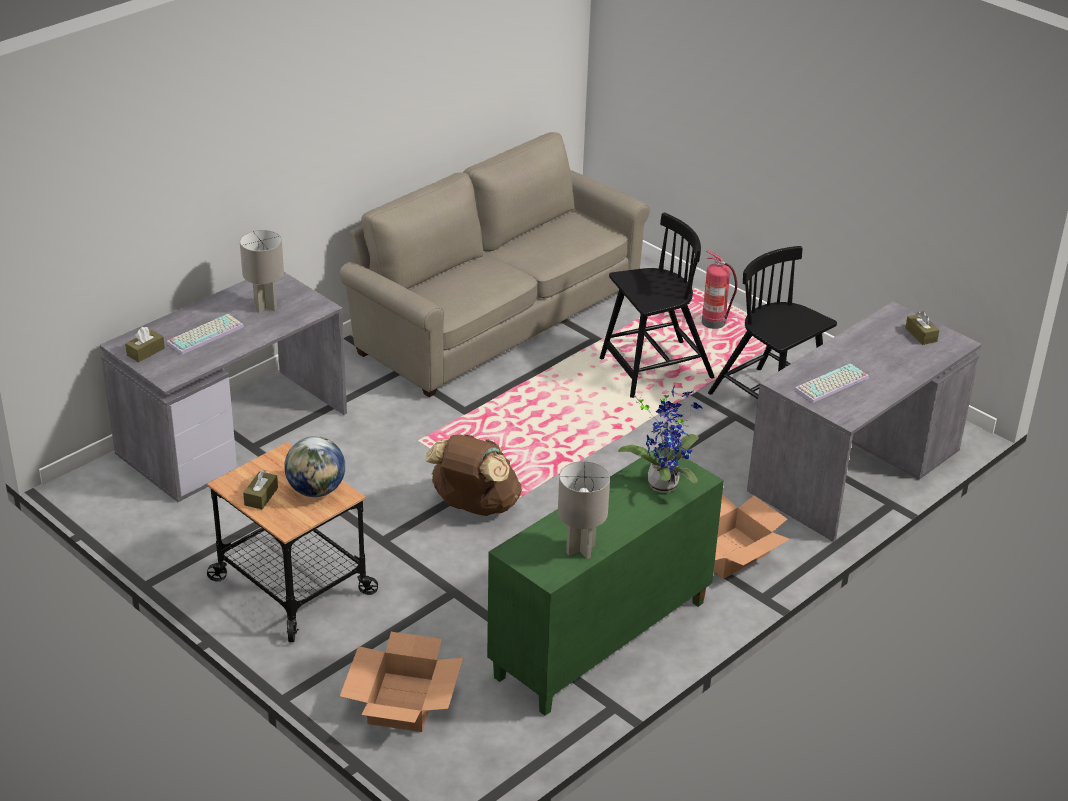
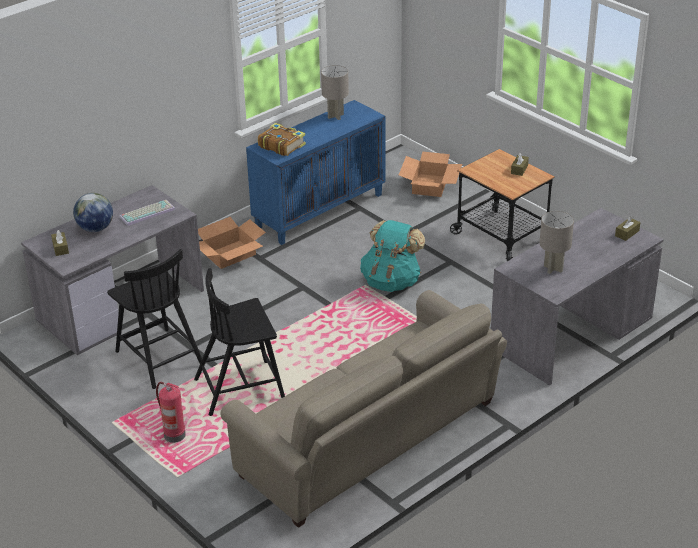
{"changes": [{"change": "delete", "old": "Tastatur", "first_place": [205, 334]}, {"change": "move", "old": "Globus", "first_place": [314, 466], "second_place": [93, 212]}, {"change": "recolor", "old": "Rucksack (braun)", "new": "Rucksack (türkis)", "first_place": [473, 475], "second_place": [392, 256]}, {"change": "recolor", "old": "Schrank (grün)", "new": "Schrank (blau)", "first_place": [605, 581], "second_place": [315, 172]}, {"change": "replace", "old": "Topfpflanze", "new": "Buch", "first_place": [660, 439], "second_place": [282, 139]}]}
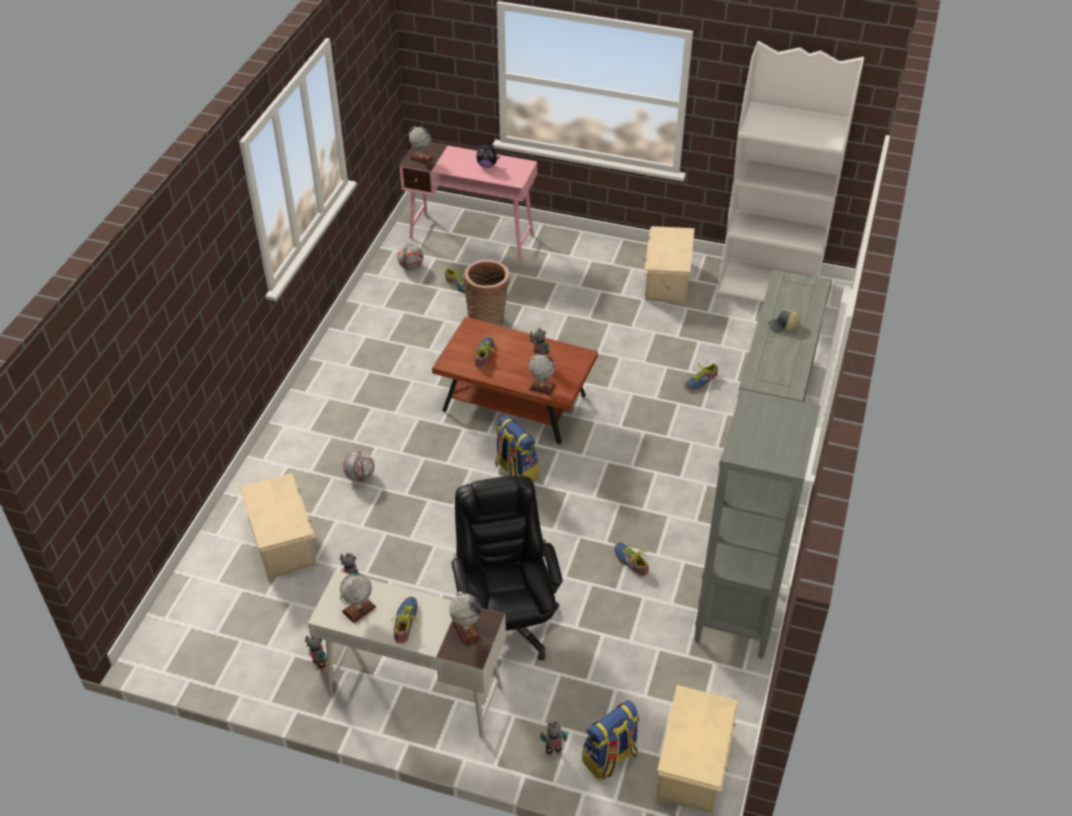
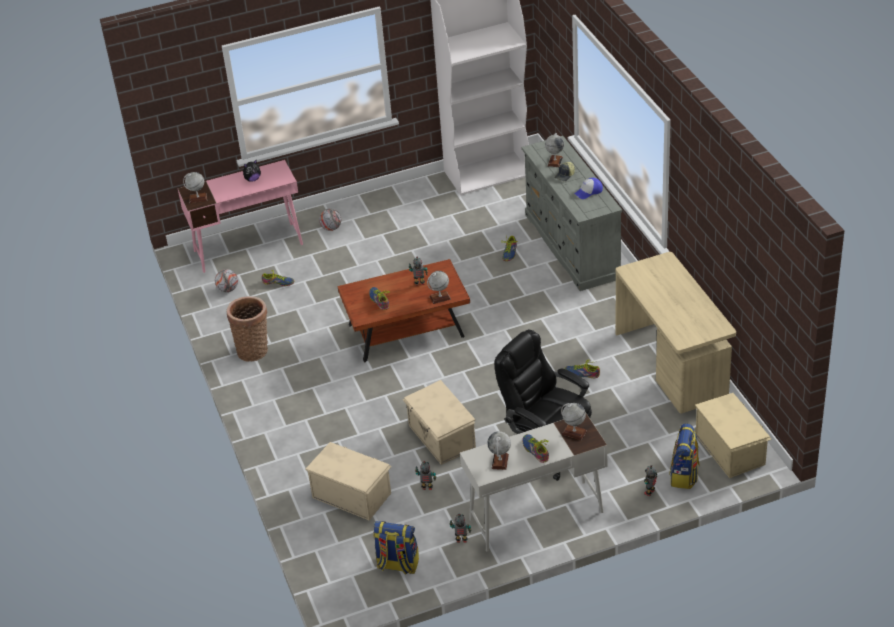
{"changes": [{"change": "move", "old": "Fußball", "first_place": [358, 466], "second_place": [330, 220]}, {"change": "move", "old": "Korb", "first_place": [487, 293], "second_place": [247, 328]}, {"change": "move", "old": "Rucksack", "first_place": [516, 448], "second_place": [396, 548]}, {"change": "move", "old": "Aufbewahrungsbox (beige)", "first_place": [669, 265], "second_place": [439, 422]}, {"change": "replace", "old": "Bücherregal (grau)", "new": "Schreibtisch (beige)", "first_place": [757, 524], "second_place": [676, 333]}, {"change": "insert", "new": "Globus", "second_place": [554, 150]}, {"change": "insert", "new": "Kappe", "second_place": [588, 188]}]}
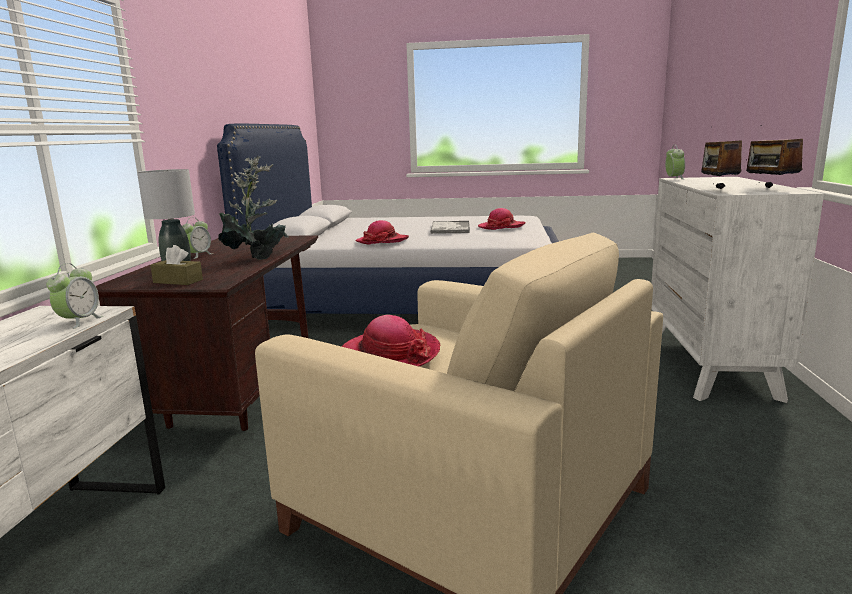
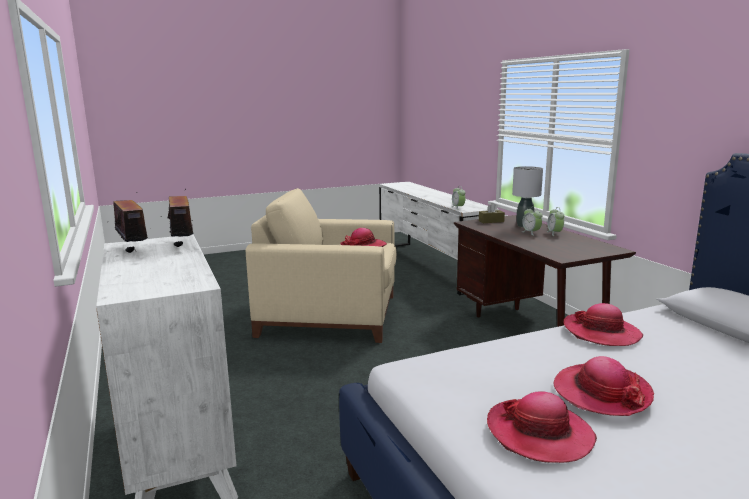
{"changes": [{"change": "delete", "old": "Topfpflanze", "first_place": [253, 208]}, {"change": "replace", "old": "Tablett", "new": "Hut", "first_place": [450, 227], "second_place": [604, 386]}, {"change": "move", "old": "Wecker", "first_place": [675, 162], "second_place": [532, 221]}]}
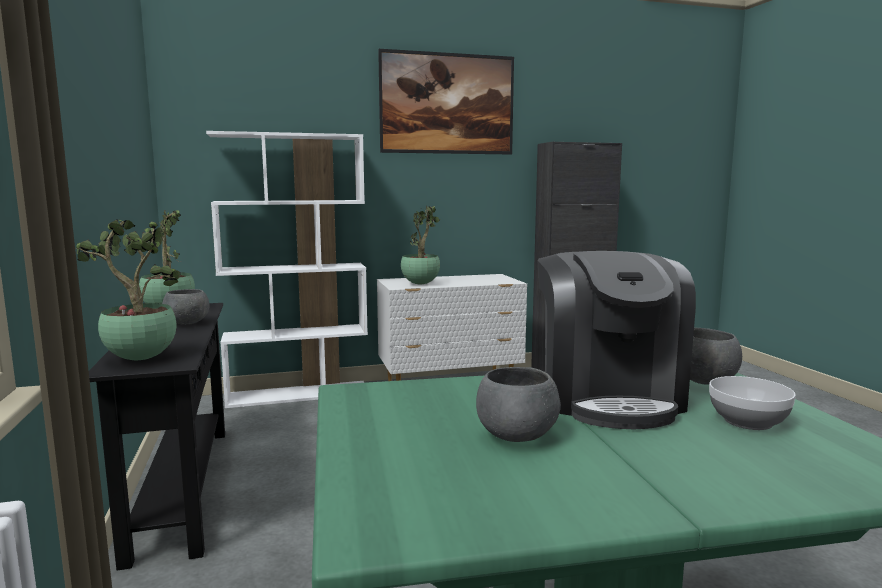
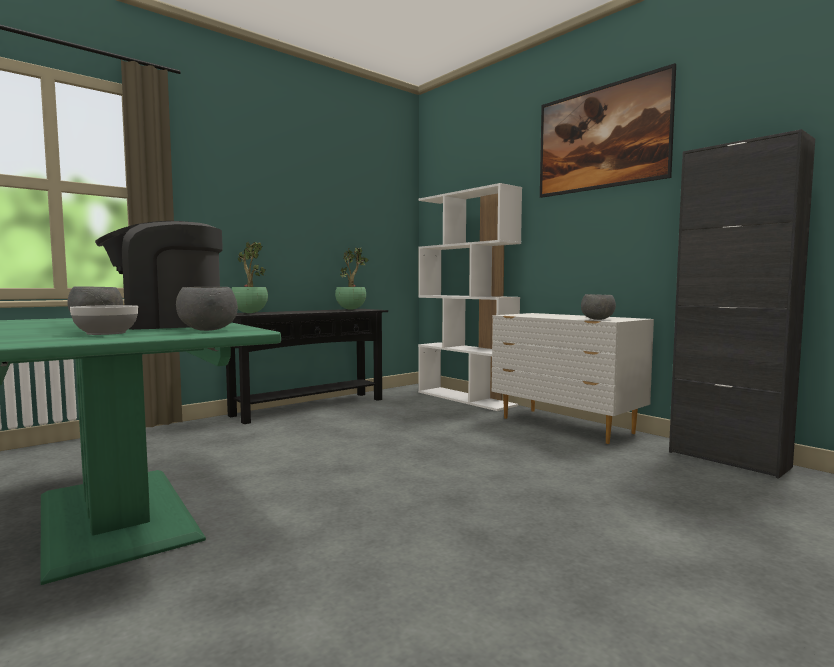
{"changes": [{"change": "move", "old": "Schüssel (grau)", "first_place": [185, 306], "second_place": [598, 307]}, {"change": "delete", "old": "Topfpflanze", "first_place": [420, 245]}]}
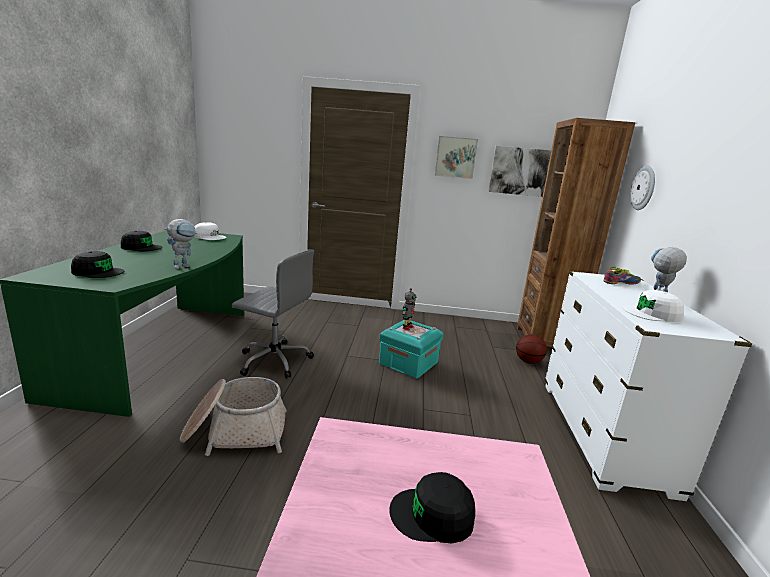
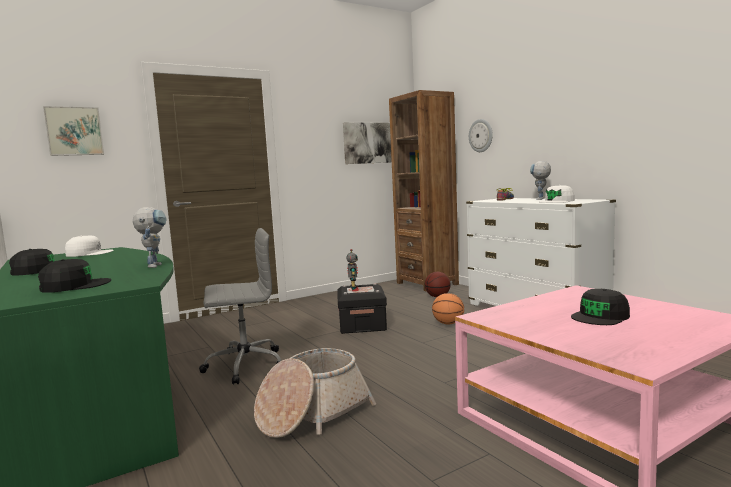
{"changes": [{"change": "recolor", "old": "Aufbewahrungsbox (türkis)", "new": "Aufbewahrungsbox (schwarz)", "first_place": [411, 348], "second_place": [362, 308]}, {"change": "move", "old": "Bild", "first_place": [456, 157], "second_place": [73, 131]}, {"change": "insert", "new": "Basketball", "second_place": [448, 309]}]}
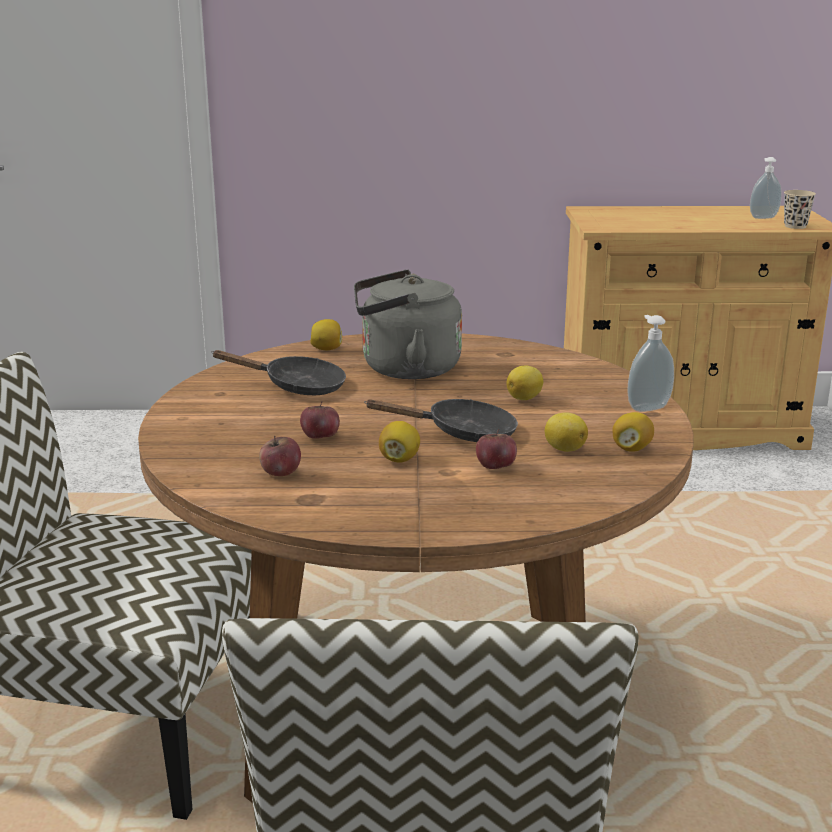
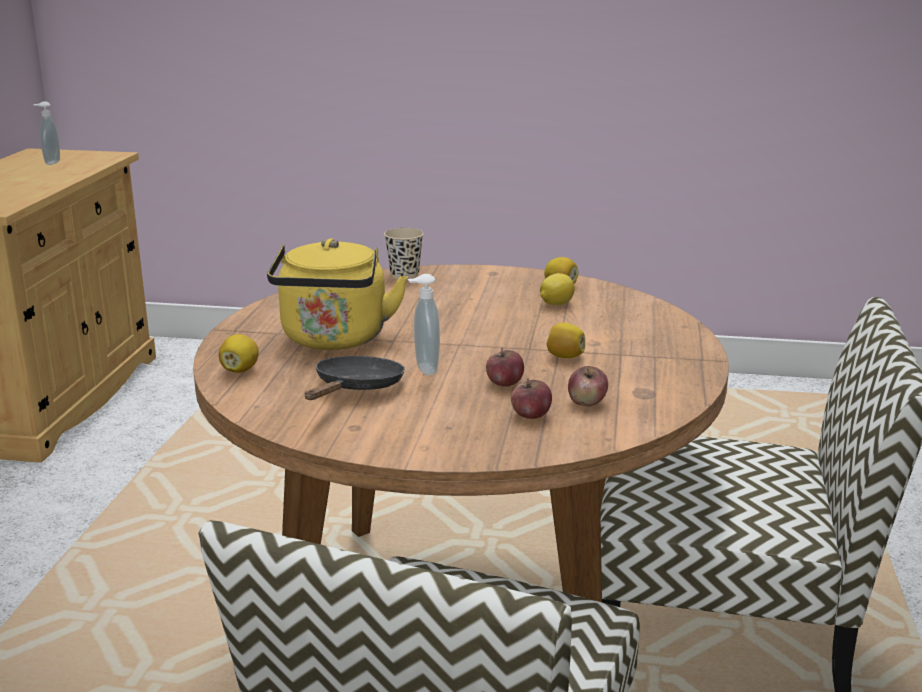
{"changes": [{"change": "recolor", "old": "Wasserkessel (grau)", "new": "Wasserkessel (gelb)", "first_place": [408, 324], "second_place": [337, 294]}, {"change": "delete", "old": "Pfanne (schwarz)", "first_place": [441, 420]}, {"change": "move", "old": "Apfel", "first_place": [496, 449], "second_place": [531, 398]}, {"change": "delete", "old": "Zitrone", "first_place": [525, 383]}, {"change": "move", "old": "Seifenspender", "first_place": [650, 363], "second_place": [424, 324]}, {"change": "move", "old": "Tasse (beige)", "first_place": [800, 209], "second_place": [404, 253]}]}
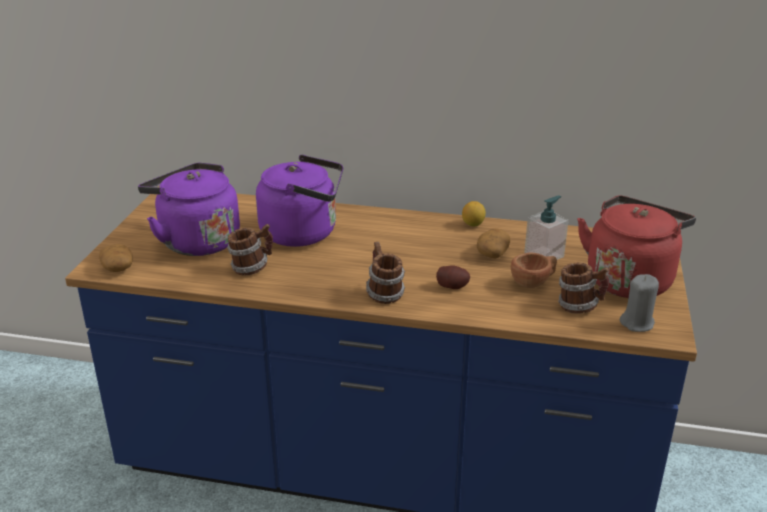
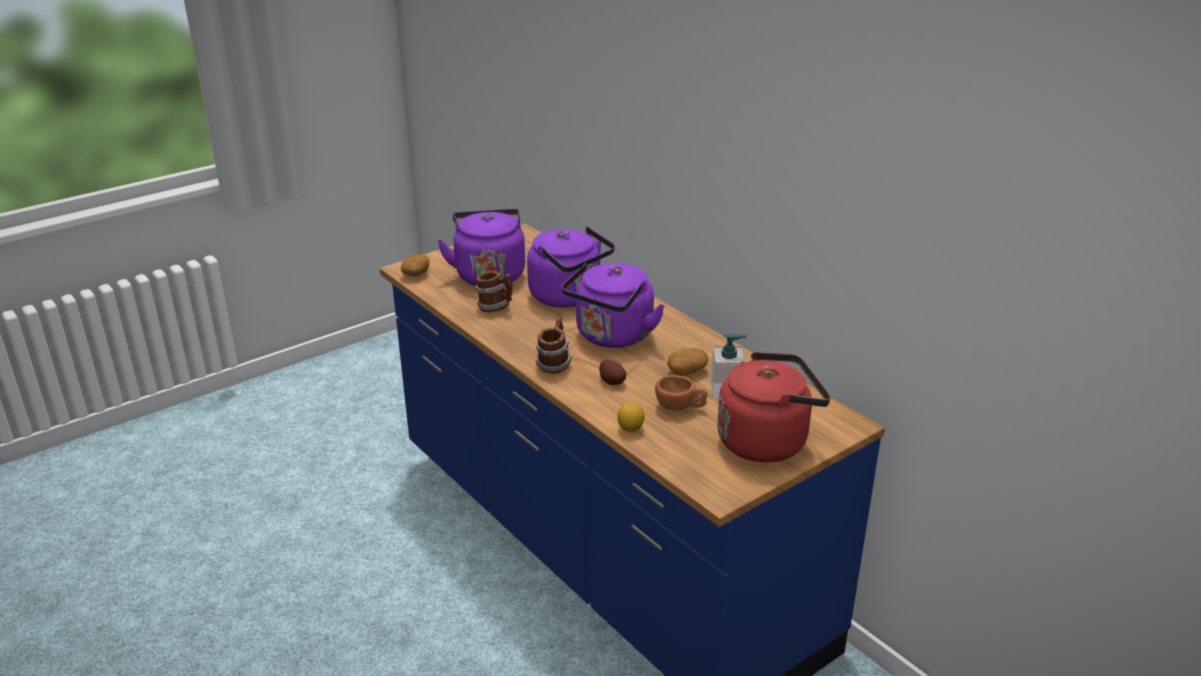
{"changes": [{"change": "move", "old": "Zitrone", "first_place": [474, 214], "second_place": [631, 417]}, {"change": "delete", "old": "Henkelbecher", "first_place": [583, 288]}, {"change": "delete", "old": "Kerze (grau)", "first_place": [639, 303]}, {"change": "insert", "new": "Wasserkessel (lila)", "second_place": [613, 305]}]}
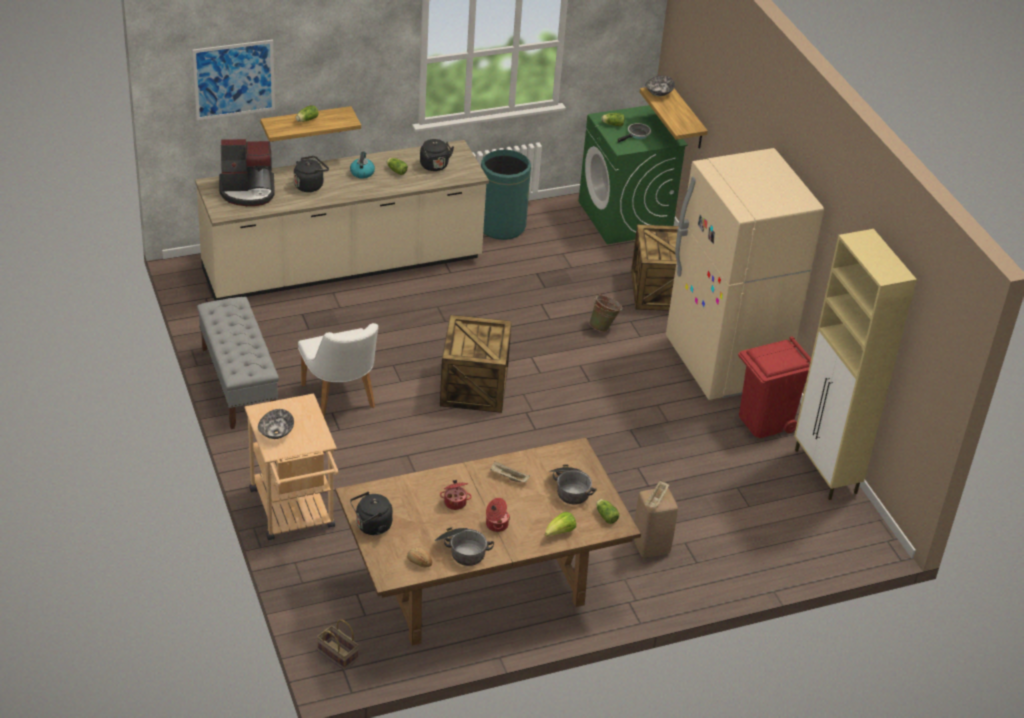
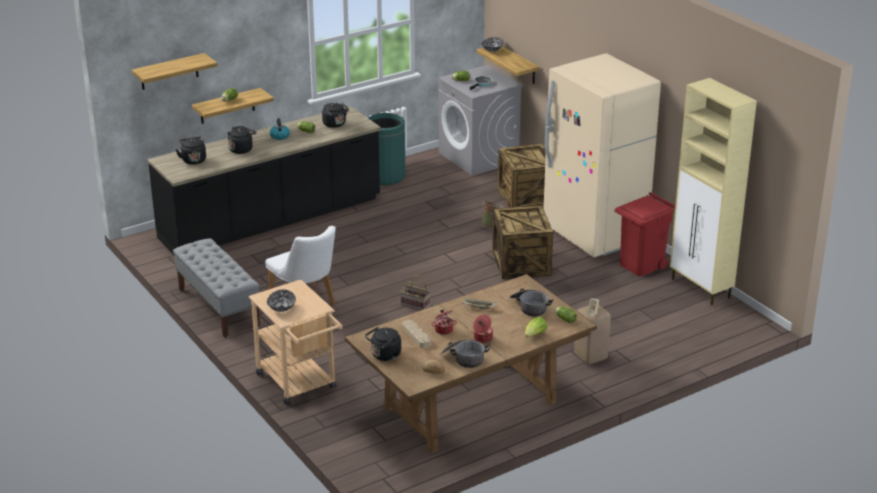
{"changes": [{"change": "replace", "old": "Bild", "new": "Wandregal", "first_place": [233, 80], "second_place": [174, 71]}, {"change": "recolor", "old": "Küchenzeile (beige)", "new": "Küchenzeile (schwarz)", "first_place": [342, 220], "second_place": [264, 181]}, {"change": "replace", "old": "Kaffeemaschine", "new": "Wasserkessel (schwarz)", "first_place": [247, 172], "second_place": [191, 151]}, {"change": "move", "old": "Korb", "first_place": [338, 645], "second_place": [415, 293]}, {"change": "move", "old": "Kiste", "first_place": [476, 364], "second_place": [522, 242]}, {"change": "recolor", "old": "Waschmaschine (grün)", "new": "Waschmaschine (grau)", "first_place": [633, 174], "second_place": [481, 120]}, {"change": "insert", "new": "Tablett (beige)", "second_place": [416, 334]}]}
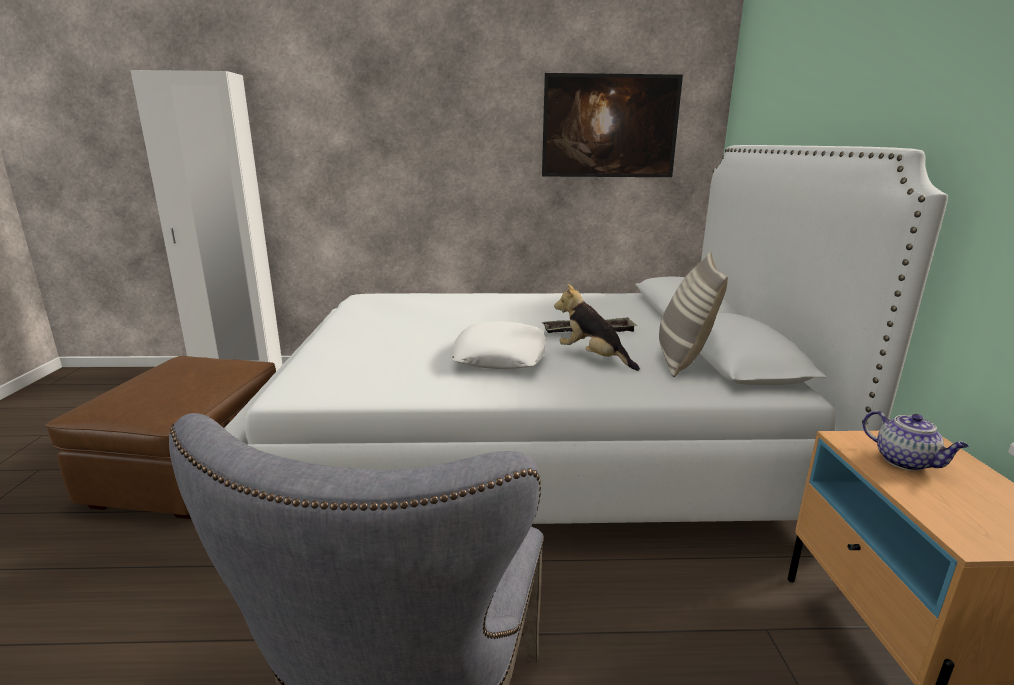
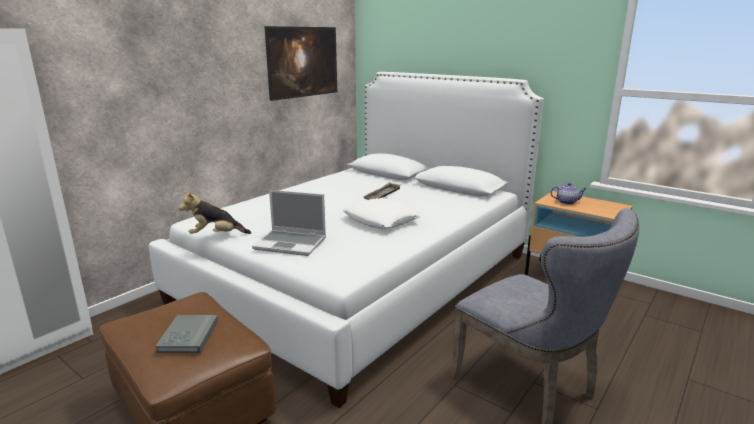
{"changes": [{"change": "move", "old": "Plüschtier", "first_place": [597, 327], "second_place": [215, 212]}, {"change": "delete", "old": "Kissen", "first_place": [693, 314]}, {"change": "insert", "new": "Buch (grau)", "second_place": [186, 334]}, {"change": "insert", "new": "Laptop", "second_place": [289, 223]}]}
